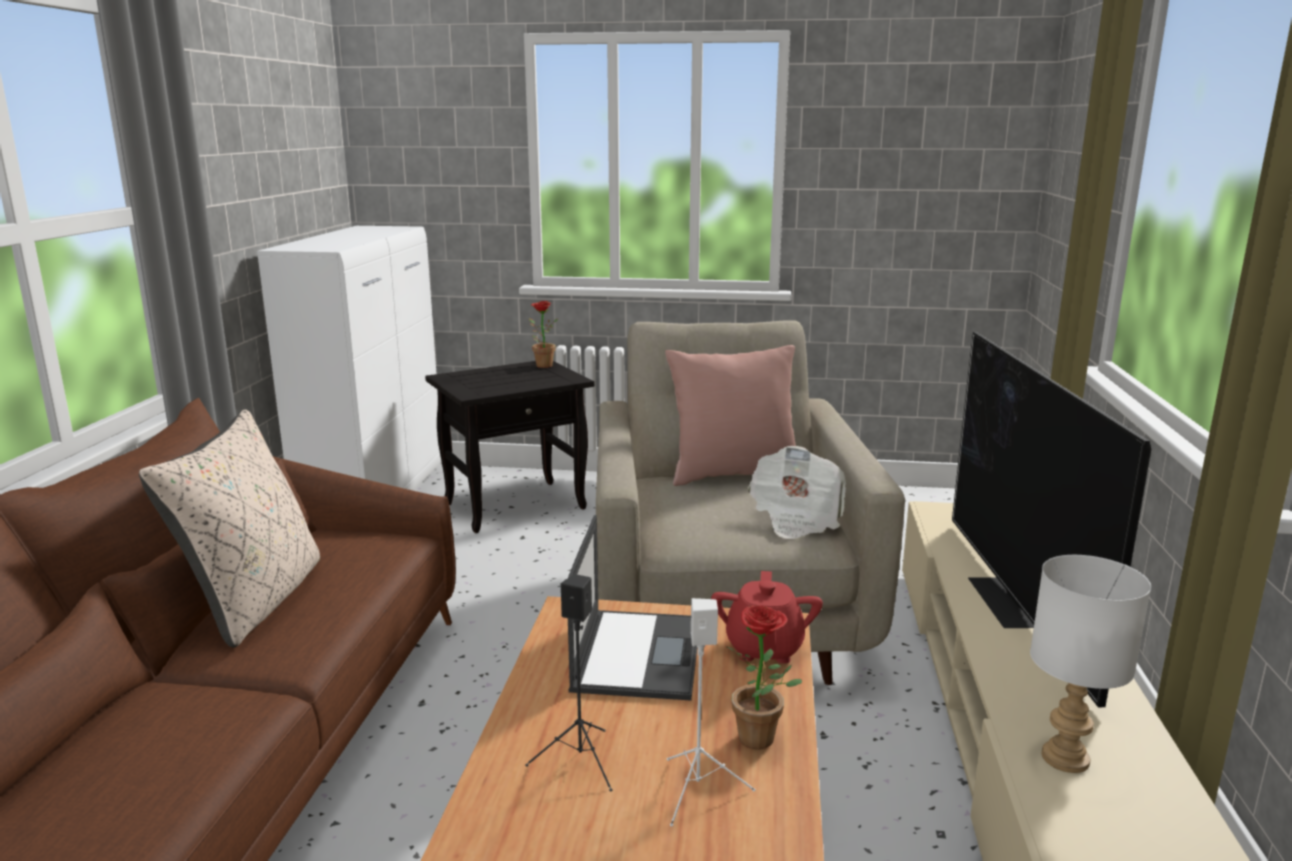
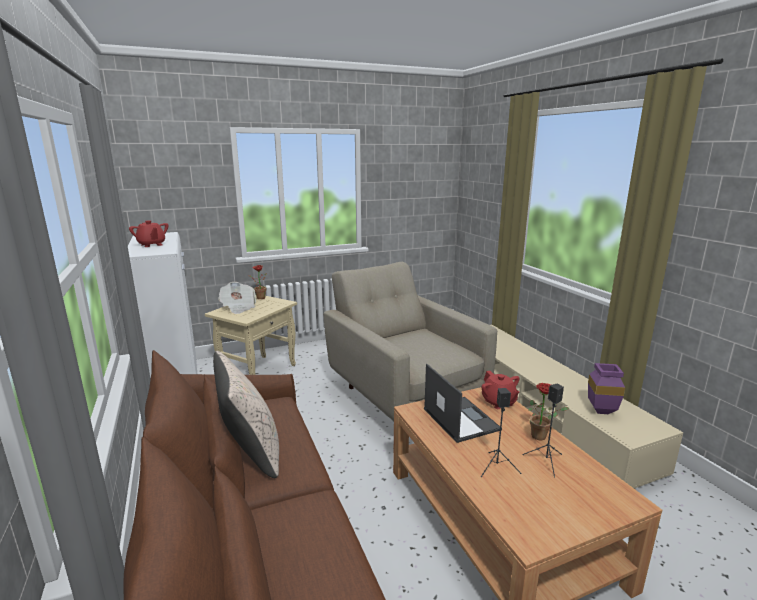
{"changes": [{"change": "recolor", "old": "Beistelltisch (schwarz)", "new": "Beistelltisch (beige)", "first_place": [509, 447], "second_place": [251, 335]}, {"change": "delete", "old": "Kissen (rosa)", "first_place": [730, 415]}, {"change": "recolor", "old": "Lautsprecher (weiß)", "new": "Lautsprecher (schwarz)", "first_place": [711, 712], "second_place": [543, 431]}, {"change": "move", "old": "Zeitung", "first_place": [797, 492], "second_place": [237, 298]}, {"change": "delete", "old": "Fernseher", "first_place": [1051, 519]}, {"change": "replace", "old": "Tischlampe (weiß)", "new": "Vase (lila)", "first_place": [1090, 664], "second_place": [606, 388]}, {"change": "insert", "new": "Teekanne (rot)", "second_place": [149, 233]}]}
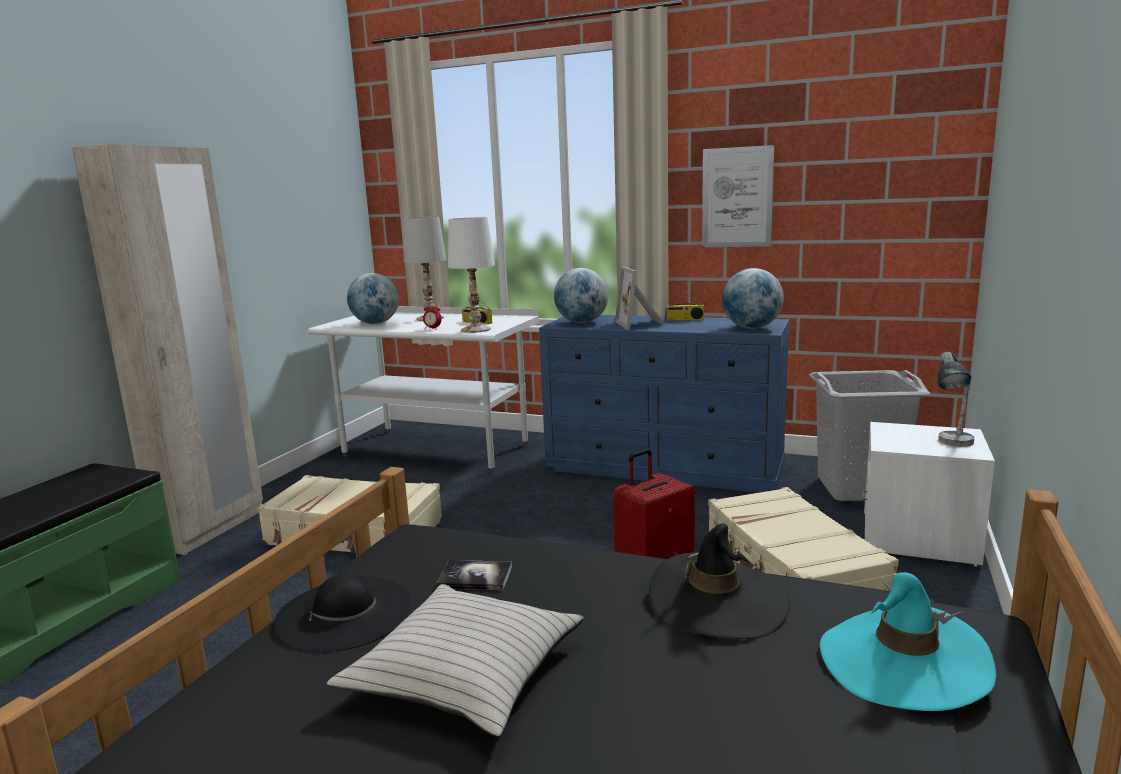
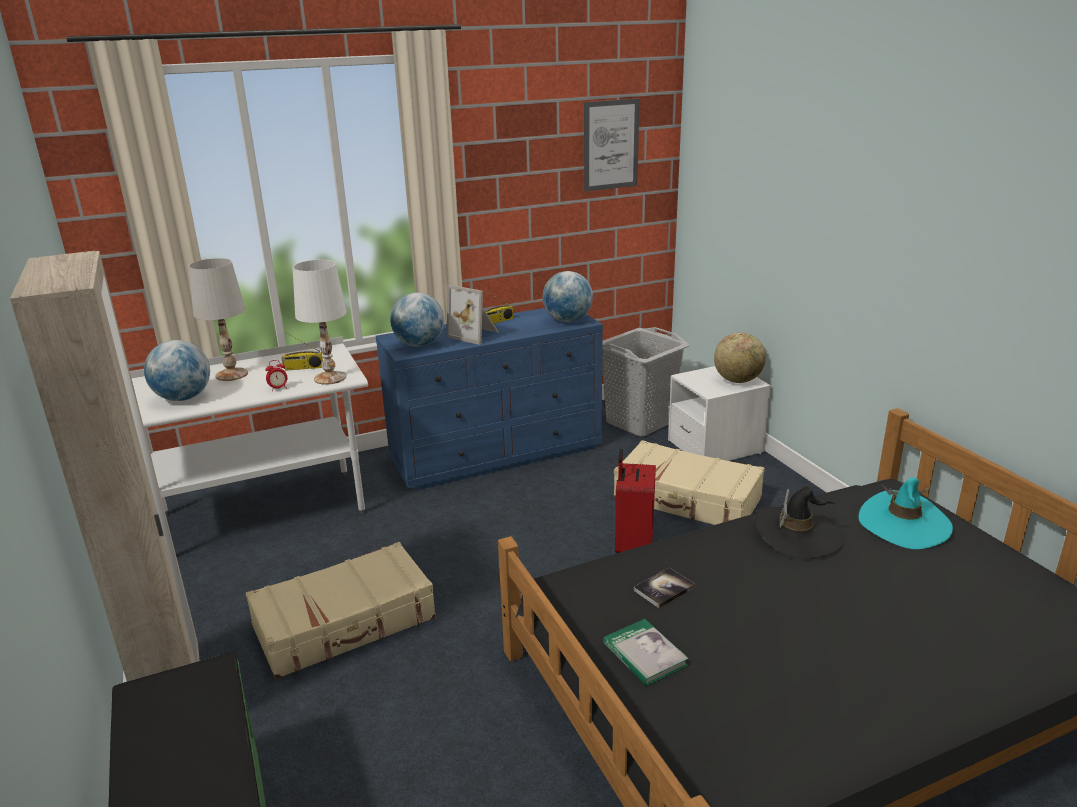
{"changes": [{"change": "replace", "old": "Hut (schwarz)", "new": "Buch", "first_place": [343, 614], "second_place": [646, 652]}, {"change": "delete", "old": "Kissen (beige)", "first_place": [455, 660]}, {"change": "move", "old": "Bild", "first_place": [738, 196], "second_place": [611, 145]}, {"change": "replace", "old": "Tischlampe", "new": "Globus", "first_place": [956, 399], "second_place": [740, 357]}]}
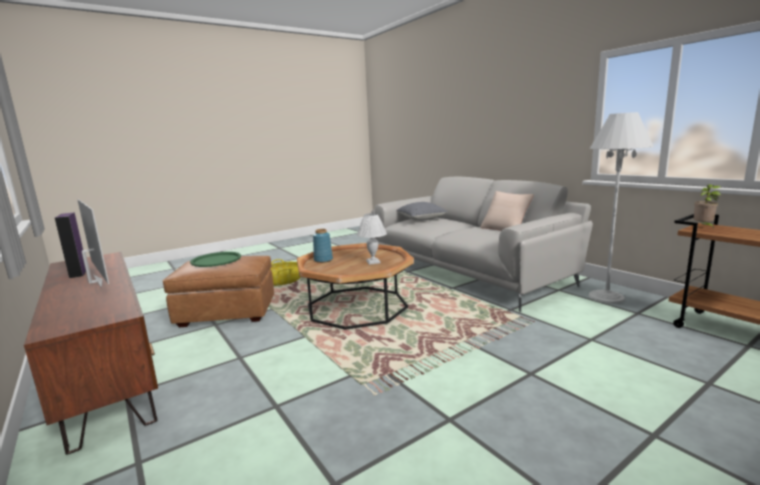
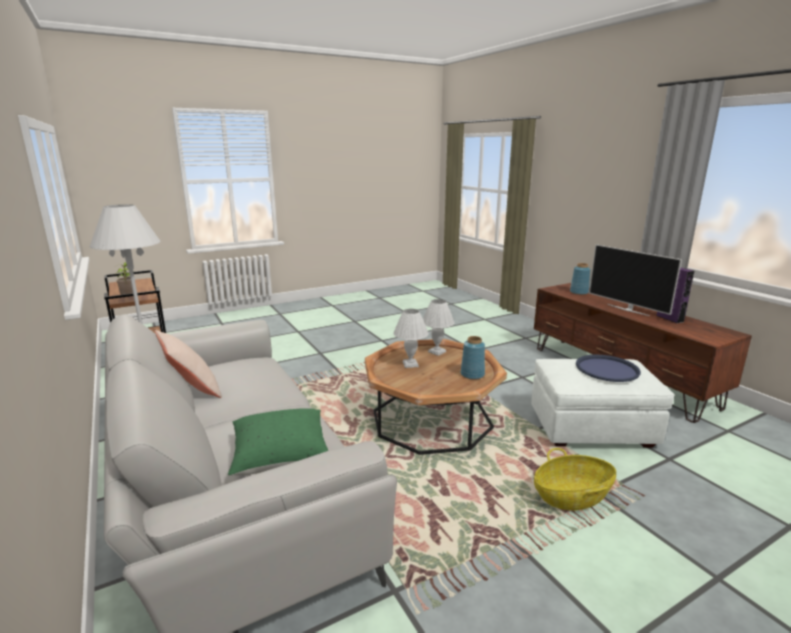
{"changes": [{"change": "recolor", "old": "Polsterhocker (braun)", "new": "Polsterhocker (weiß)", "first_place": [218, 291], "second_place": [603, 403]}, {"change": "recolor", "old": "Tablett (grün)", "new": "Tablett (blau)", "first_place": [215, 259], "second_place": [608, 368]}, {"change": "recolor", "old": "Kissen (grau)", "new": "Kissen (grün)", "first_place": [422, 211], "second_place": [278, 442]}, {"change": "insert", "new": "Tischlampe (weiß)", "second_place": [439, 327]}, {"change": "insert", "new": "Vase (blau)", "second_place": [580, 279]}]}
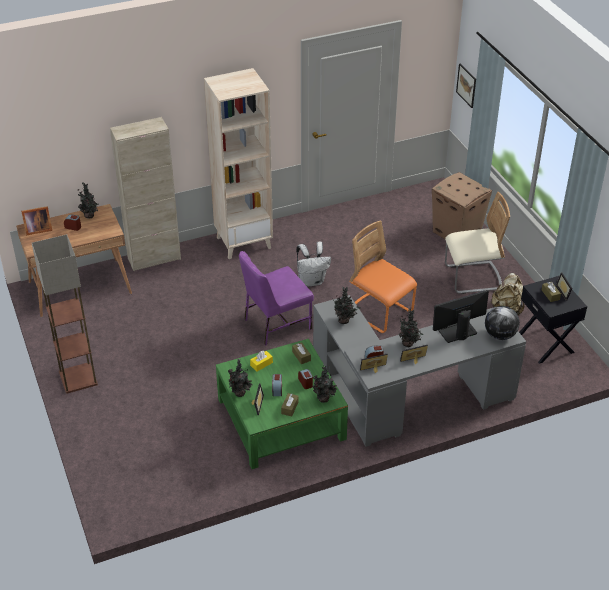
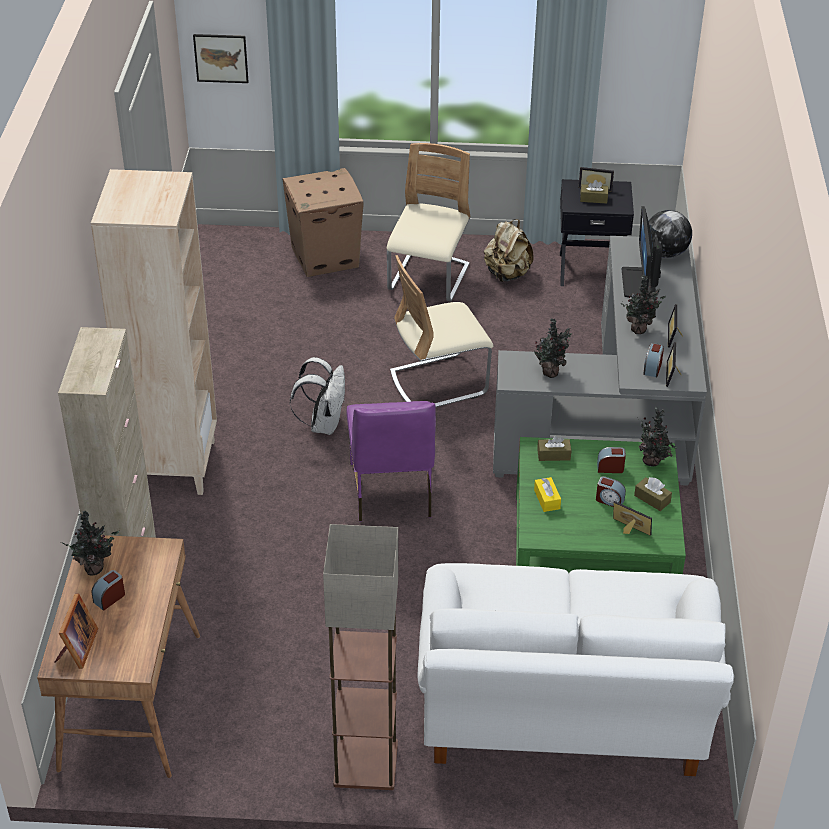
{"changes": [{"change": "delete", "old": "Topfpflanze", "first_place": [240, 378]}, {"change": "recolor", "old": "Stuhl (orange)", "new": "Stuhl (beige)", "first_place": [383, 276], "second_place": [441, 331]}, {"change": "insert", "new": "Sofa (weiß)", "second_place": [576, 669]}]}
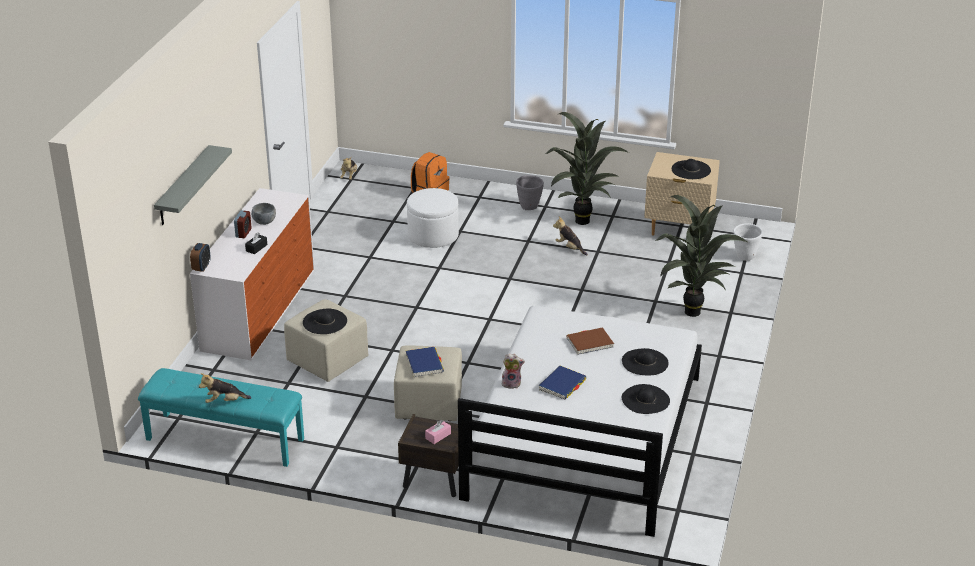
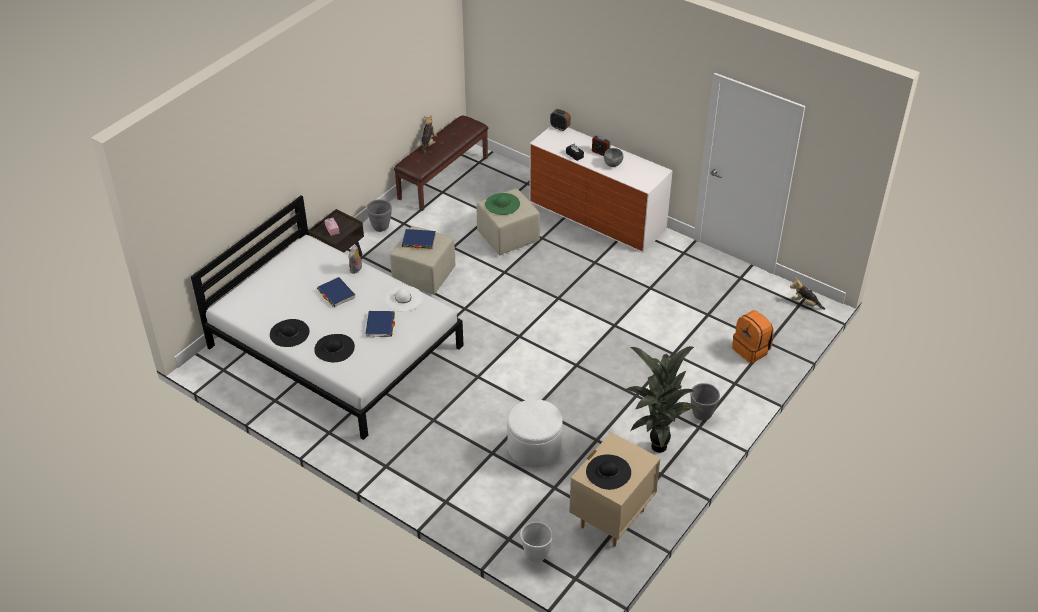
{"changes": [{"change": "recolor", "old": "Bank (türkis)", "new": "Bank (braun)", "first_place": [221, 417], "second_place": [441, 163]}, {"change": "delete", "old": "Wandregal (grau)", "first_place": [193, 185]}, {"change": "recolor", "old": "Hut (schwarz)", "new": "Hut (grün)", "first_place": [325, 321], "second_place": [502, 204]}, {"change": "move", "old": "Polsterhocker (weiß)", "first_place": [433, 218], "second_place": [535, 433]}, {"change": "delete", "old": "Plüschtier", "first_place": [570, 235]}, {"change": "recolor", "old": "Buch (braun)", "new": "Buch (blau)", "first_place": [590, 341], "second_place": [380, 324]}, {"change": "delete", "old": "Topfpflanze", "first_place": [701, 256]}, {"change": "insert", "new": "Pflanzkübel (grau)", "second_place": [379, 215]}, {"change": "insert", "new": "Hut (weiß)", "second_place": [403, 299]}]}
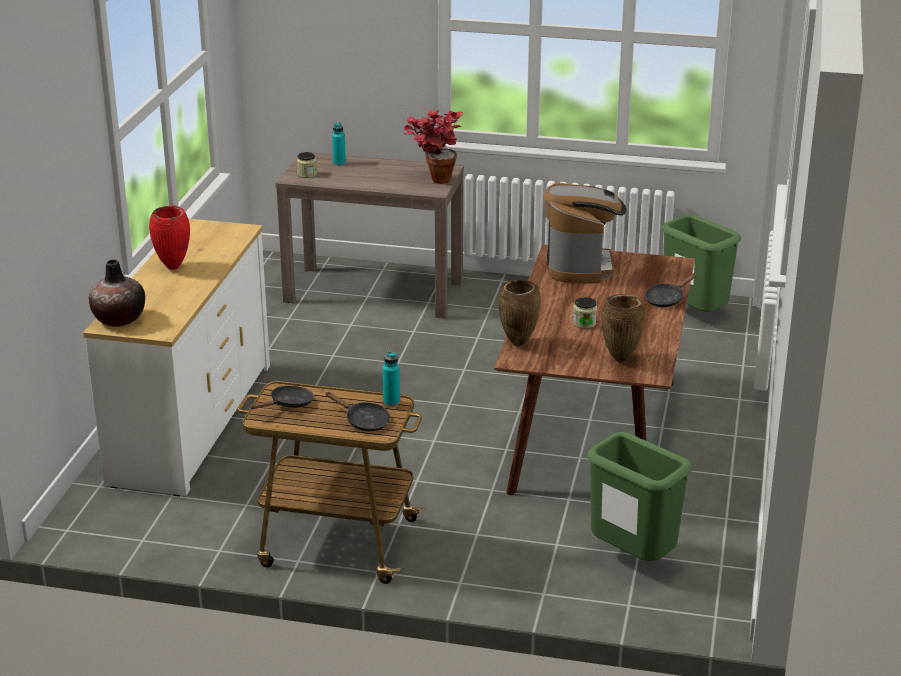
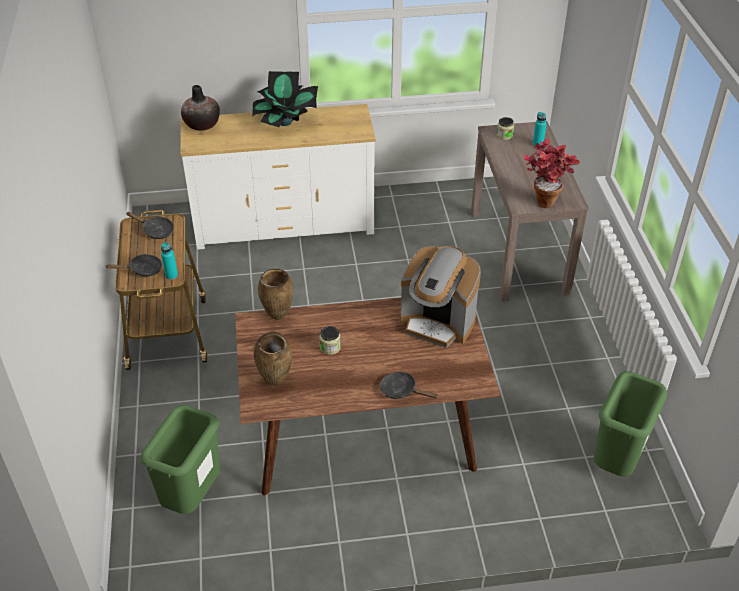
{"changes": [{"change": "replace", "old": "Vase (rot)", "new": "Topfpflanze", "first_place": [169, 237], "second_place": [285, 99]}, {"change": "rotate", "old": "Pfanne (schwarz)", "first_place": [357, 411], "second_place": [134, 265], "degrees": -120}, {"change": "rotate", "old": "Kaffeemaschine", "first_place": [585, 233], "second_place": [440, 297], "degrees": 45}]}
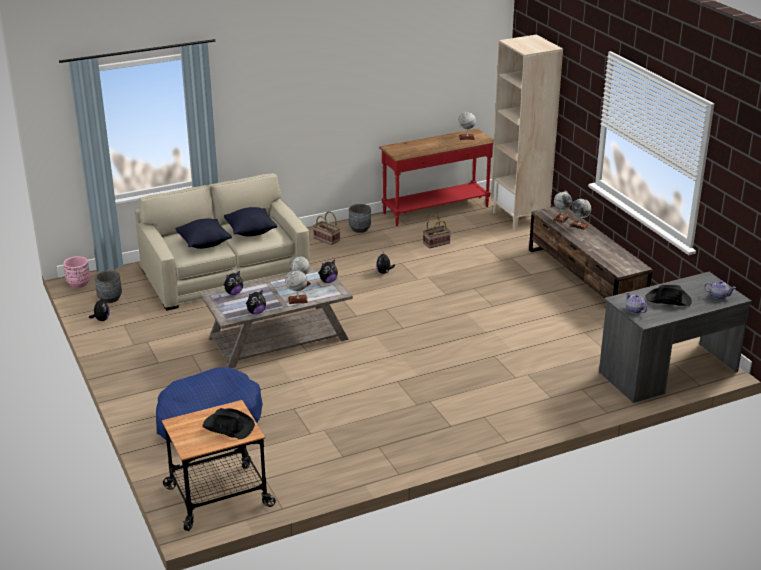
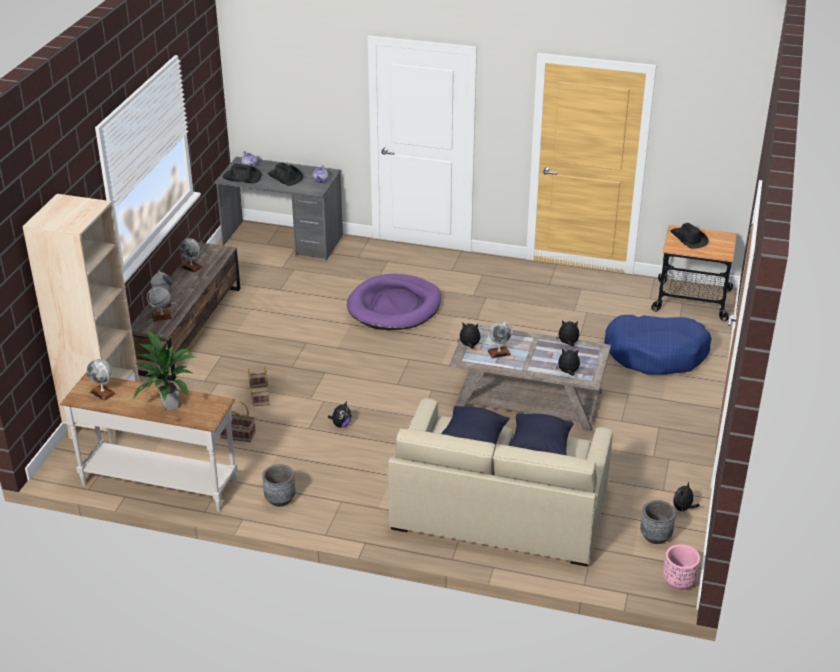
{"changes": [{"change": "move", "old": "Globus", "first_place": [296, 287], "second_place": [191, 255]}, {"change": "move", "old": "Korb", "first_place": [326, 228], "second_place": [258, 386]}, {"change": "recolor", "old": "Konsolentisch (rot)", "new": "Konsolentisch (weiß)", "first_place": [436, 177], "second_place": [148, 442]}, {"change": "insert", "new": "Topfpflanze", "second_place": [164, 371]}, {"change": "insert", "new": "Hut (schwarz)", "second_place": [242, 174]}, {"change": "insert", "new": "Hundebett (lila)", "second_place": [394, 302]}]}
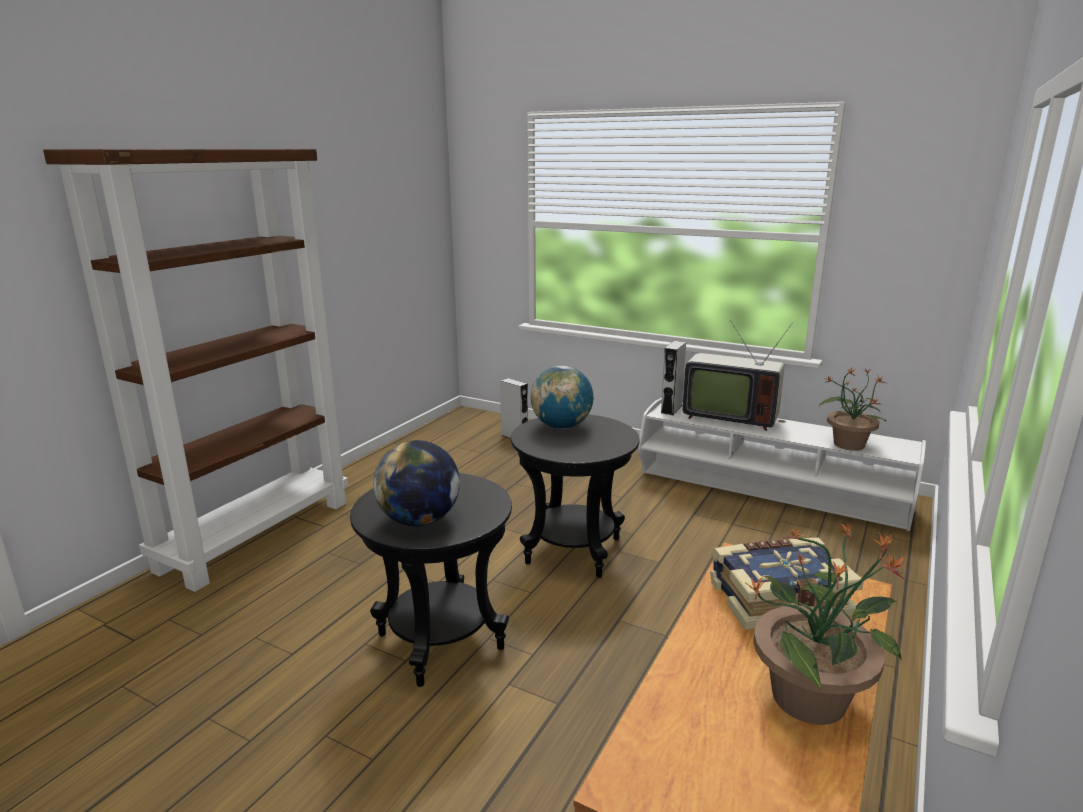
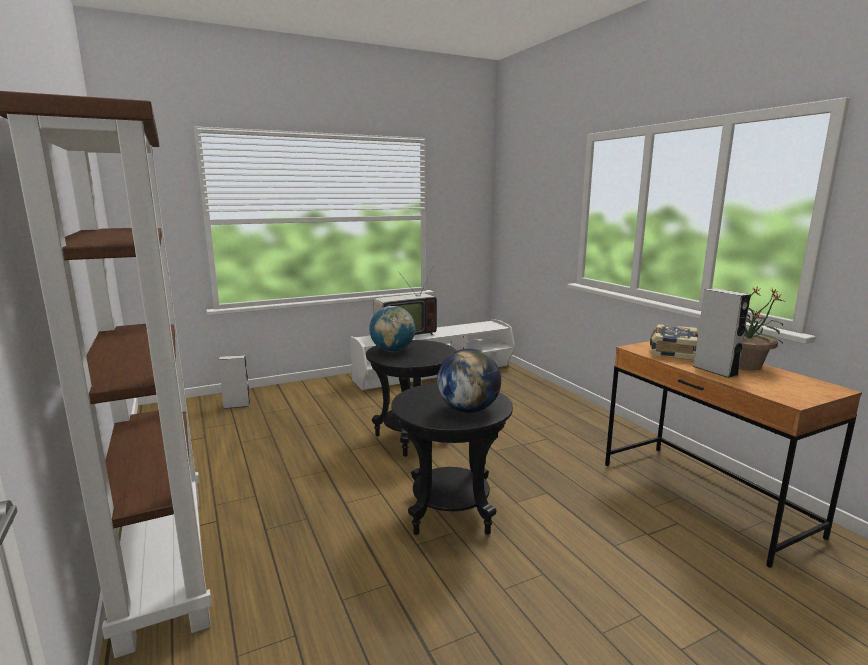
{"changes": [{"change": "move", "old": "Lautsprecher (grau)", "first_place": [673, 378], "second_place": [722, 333]}, {"change": "delete", "old": "Topfpflanze", "first_place": [852, 409]}]}
